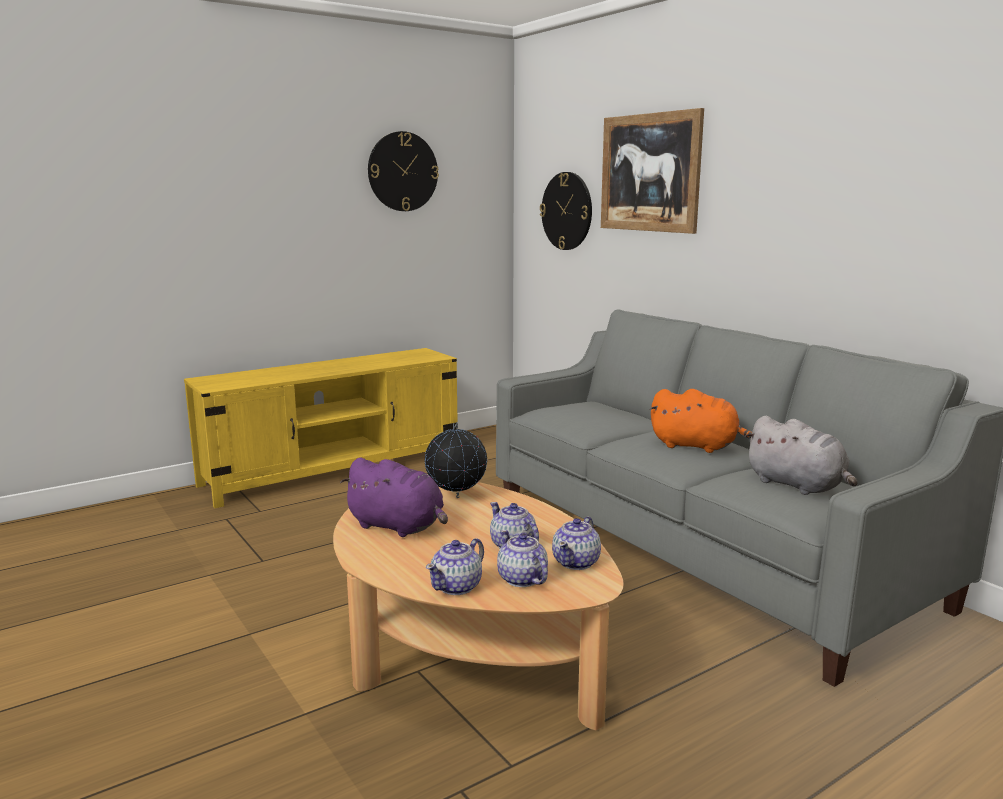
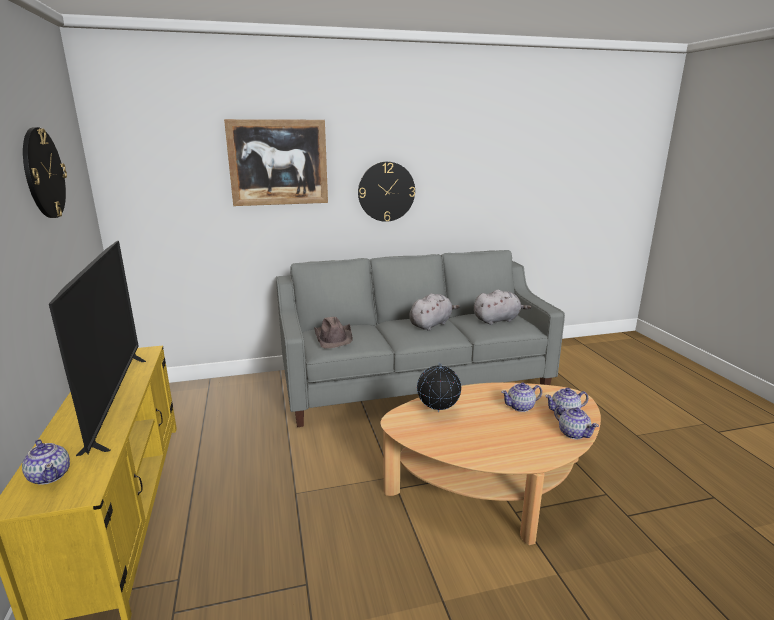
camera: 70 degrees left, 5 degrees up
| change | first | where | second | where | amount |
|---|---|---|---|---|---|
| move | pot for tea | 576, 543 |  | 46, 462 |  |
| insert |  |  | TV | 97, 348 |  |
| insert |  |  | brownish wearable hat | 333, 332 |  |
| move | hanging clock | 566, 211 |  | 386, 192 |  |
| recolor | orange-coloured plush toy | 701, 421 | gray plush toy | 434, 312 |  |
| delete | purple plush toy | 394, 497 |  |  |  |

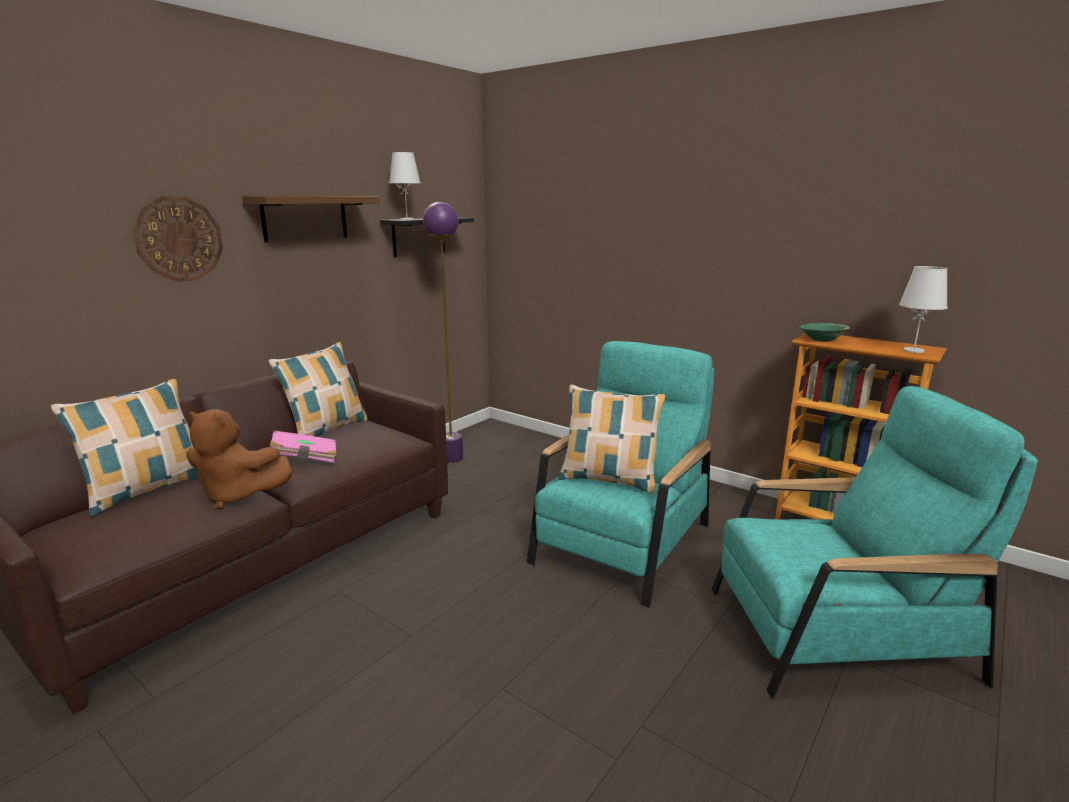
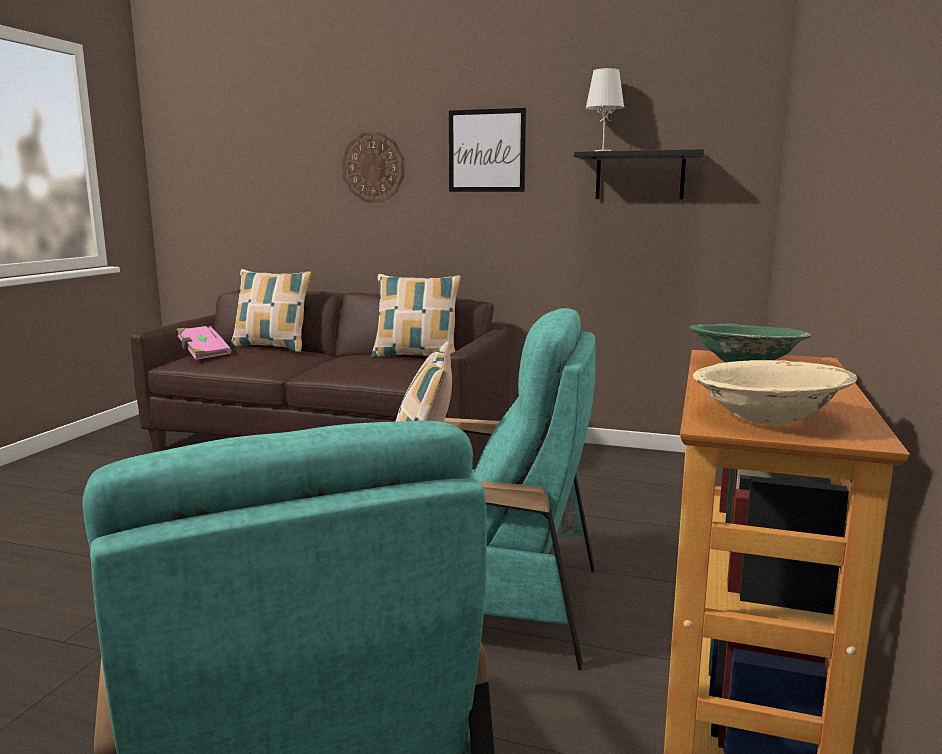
camera: 70 degrees right, 5 degrees down
| change | first | where | second | where | amount |
|---|---|---|---|---|---|
| move | pink-coloured bound book | 303, 446 |  | 204, 343 |  |
| replace | brownish shelf | 311, 219 | wall picture | 487, 150 |  |
| replace | whitish table lamp | 923, 309 | beige deep dish | 775, 392 |  |
| delete | brownish plush toy | 239, 459 |  |  |  |
| delete | purple standing lamp | 443, 332 |  |  |  |

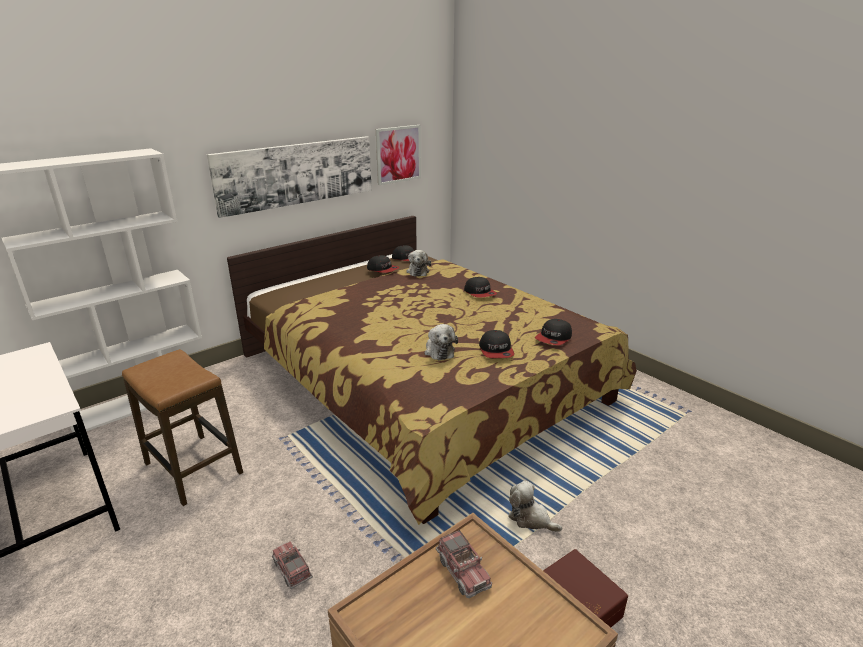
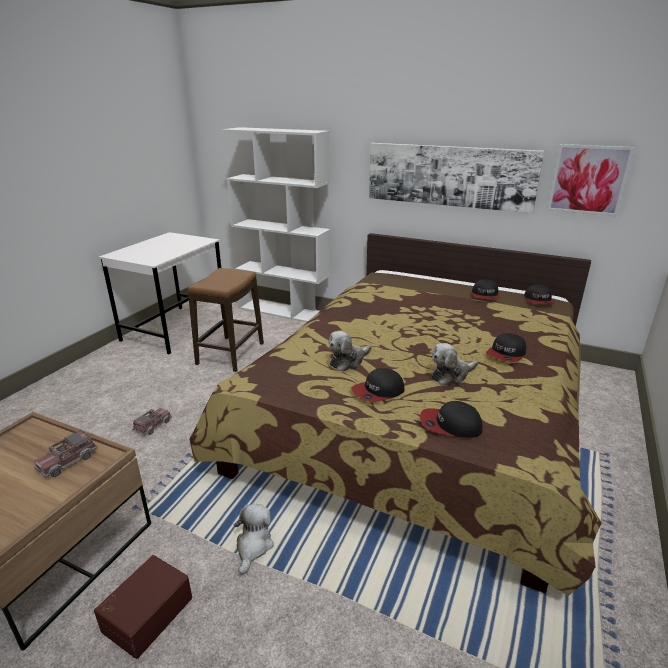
camera: 65 degrees right, 0 degrees up
| change | first | where | second | where | amount |
|---|---|---|---|---|---|
| move | plush toy | 418, 263 |  | 454, 364 |  |

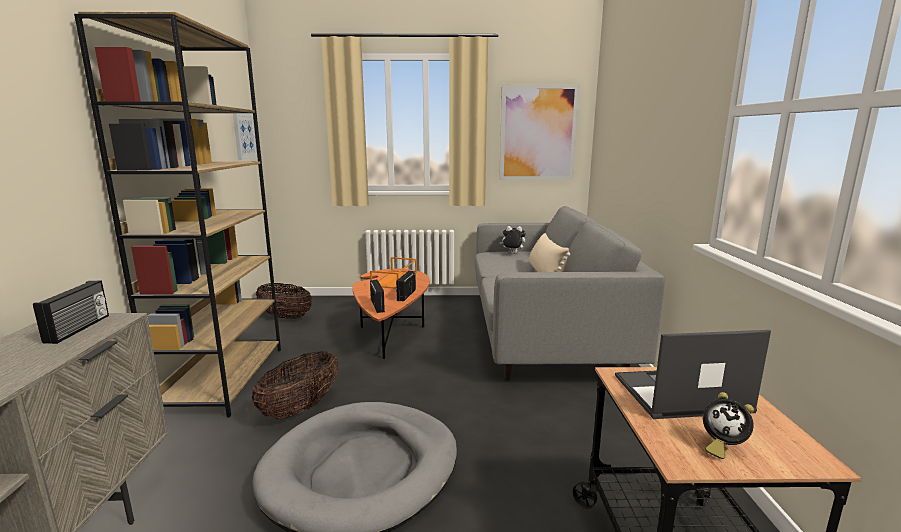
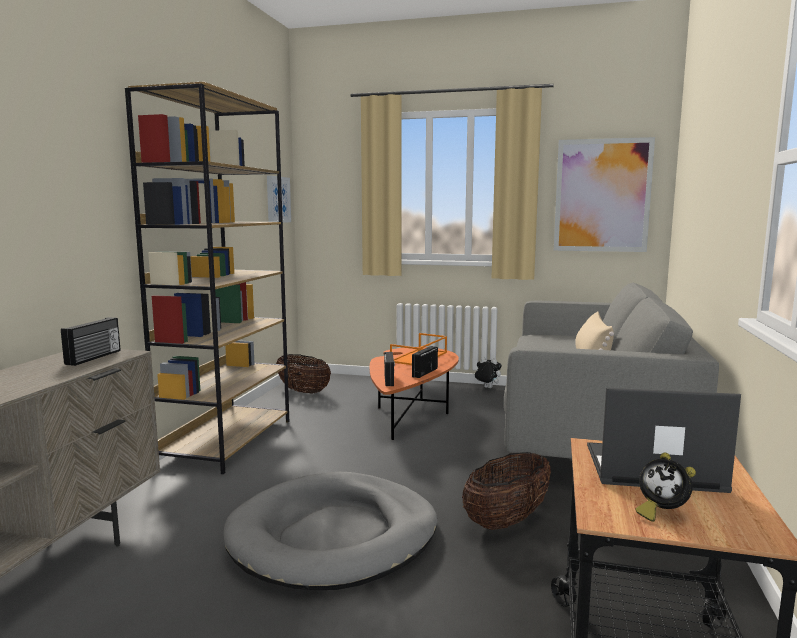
camera: 15 degrees right, 5 degrees down
| change | first | where | second | where | amount |
|---|---|---|---|---|---|
| move | storage basket | 295, 385 |  | 506, 491 |  |
| move | plush toy | 512, 240 |  | 487, 372 |  |

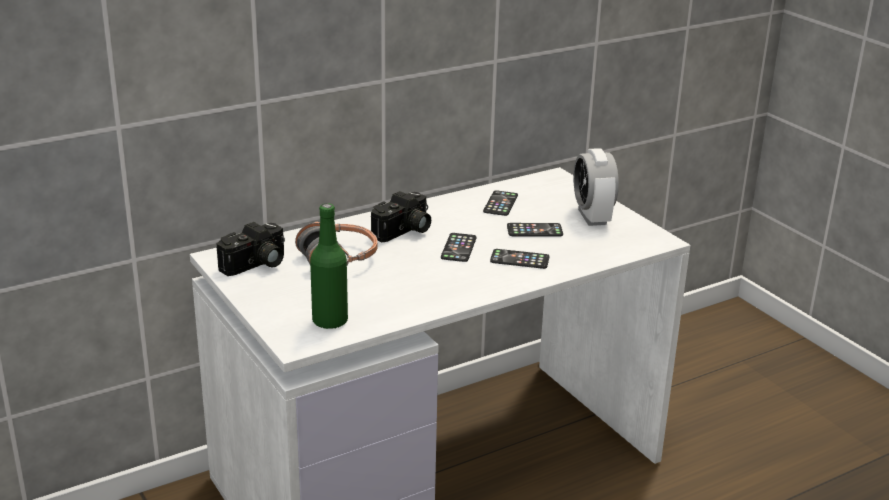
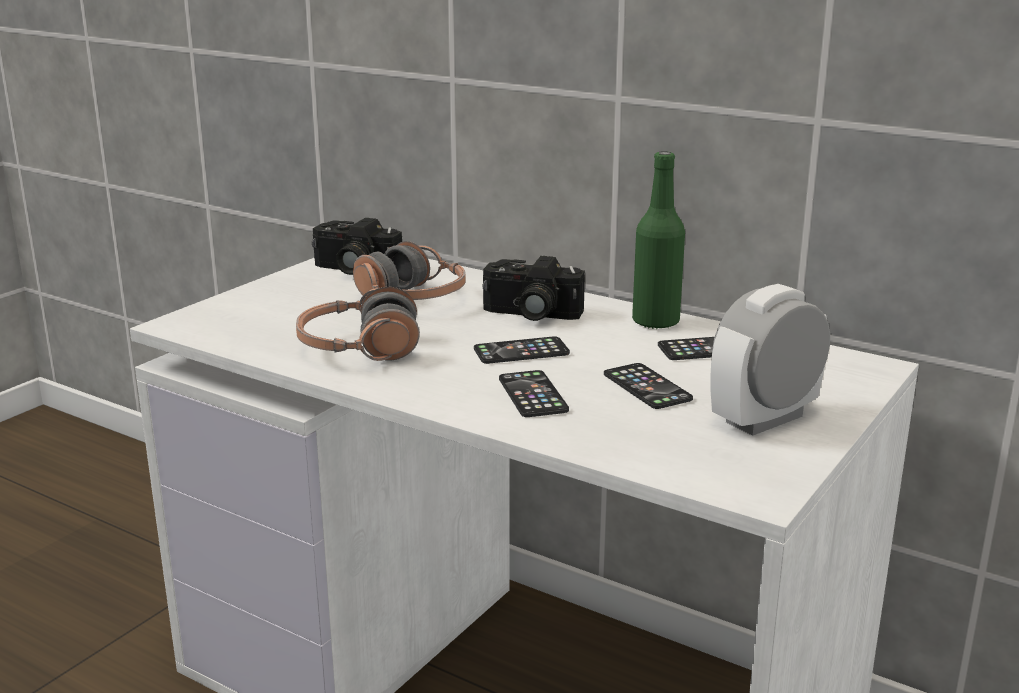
camera: 65 degrees right, 5 degrees down
| change | first | where | second | where | amount |
|---|---|---|---|---|---|
| insert |  |  | pair of headphones | 358, 324 |  |
| move | greenish beverage bottle | 329, 266 |  | 658, 240 |  |

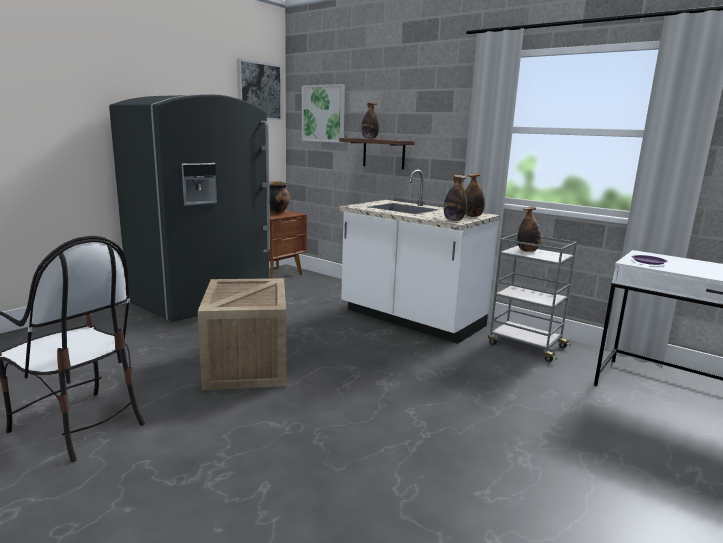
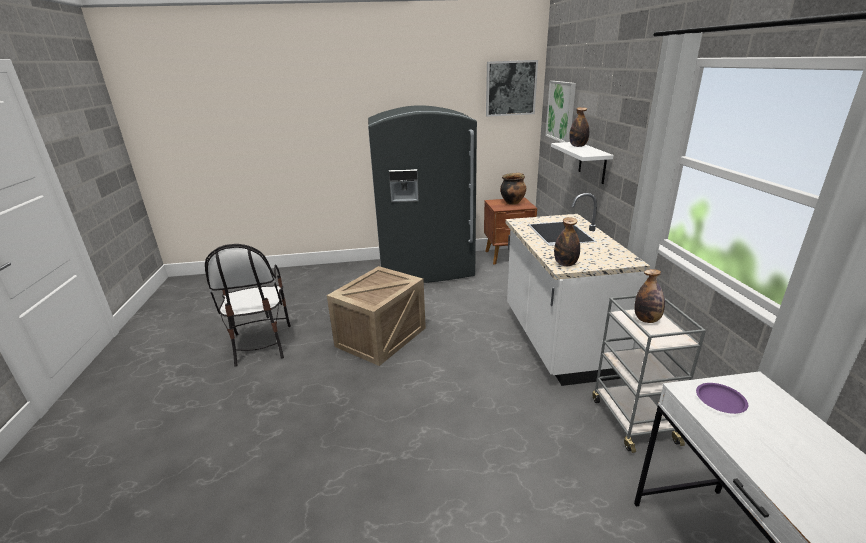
camera: 45 degrees right, 10 degrees up
| change | first | where | second | where | amount |
|---|---|---|---|---|---|
| recolor | brownish shelf | 377, 154 | whitish shelf | 582, 163 |  |
| delete | beverage bottle | 475, 195 |  |  |  |

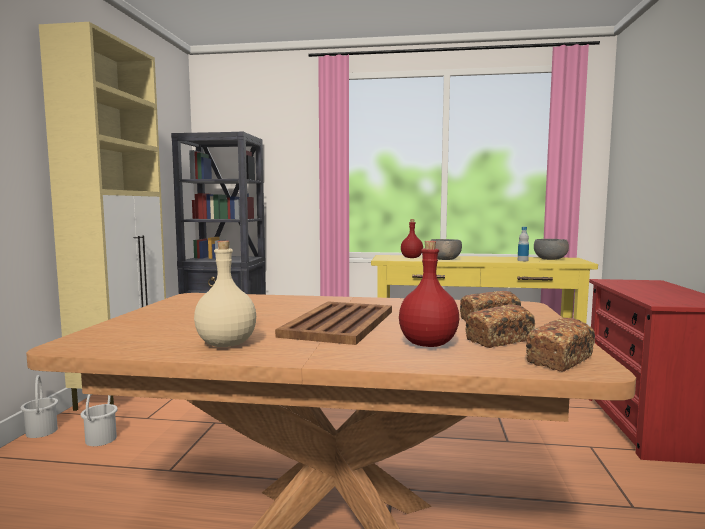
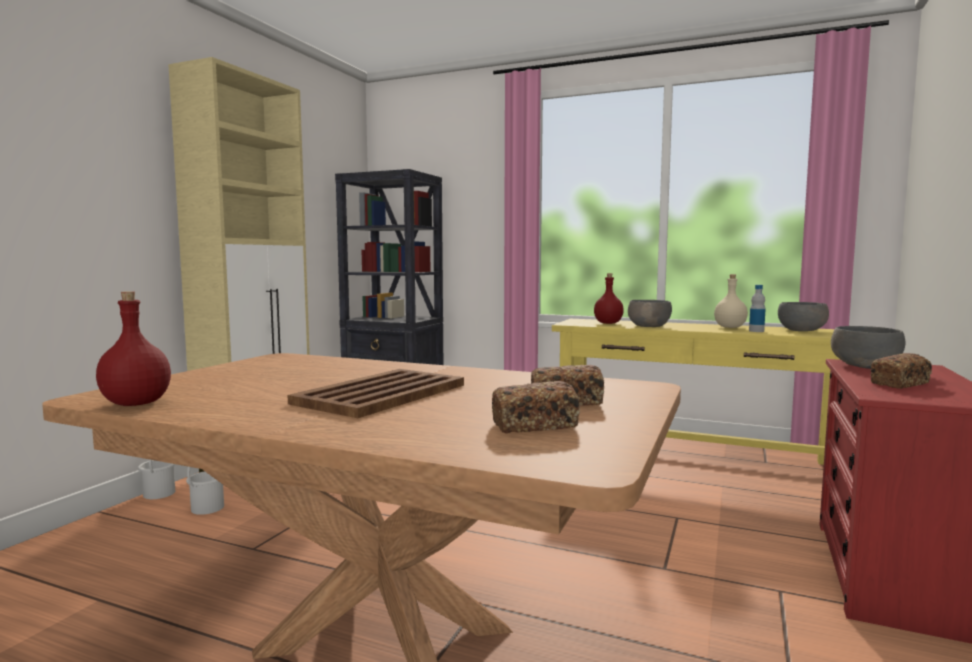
camera: 15 degrees right, 0 degrees up
| change | first | where | second | where | amount |
|---|---|---|---|---|---|
| move | reddish beverage bottle | 429, 294 |  | 133, 348 |  |
| move | beige beverage bottle | 225, 294 |  | 731, 301 |  |
| insert |  |  | gray deep dish | 868, 347 |  |
| move | bakery bread | 560, 345 |  | 901, 371 |  |

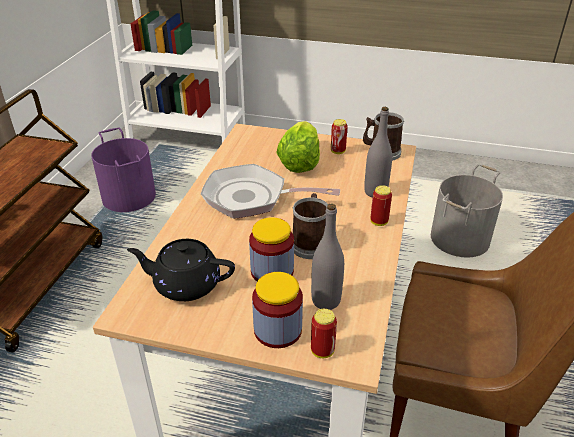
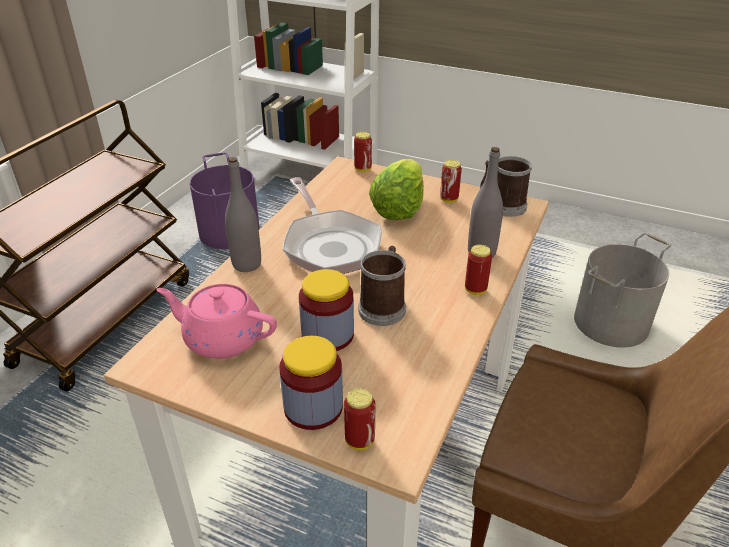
camera: 10 degrees right, 0 degrees up
| change | first | where | second | where | amount |
|---|---|---|---|---|---|
| recolor | black-coloured pot for tea | 181, 270 | pink-coloured pot for tea | 216, 321 |  |
| move | gray beverage bottle | 327, 257 |  | 243, 214 |  |
| rotate | frying pan | 270, 191 |  | 332, 225 | 135 degrees counterclockwise |
| insert |  |  | metal can | 363, 152 |  |

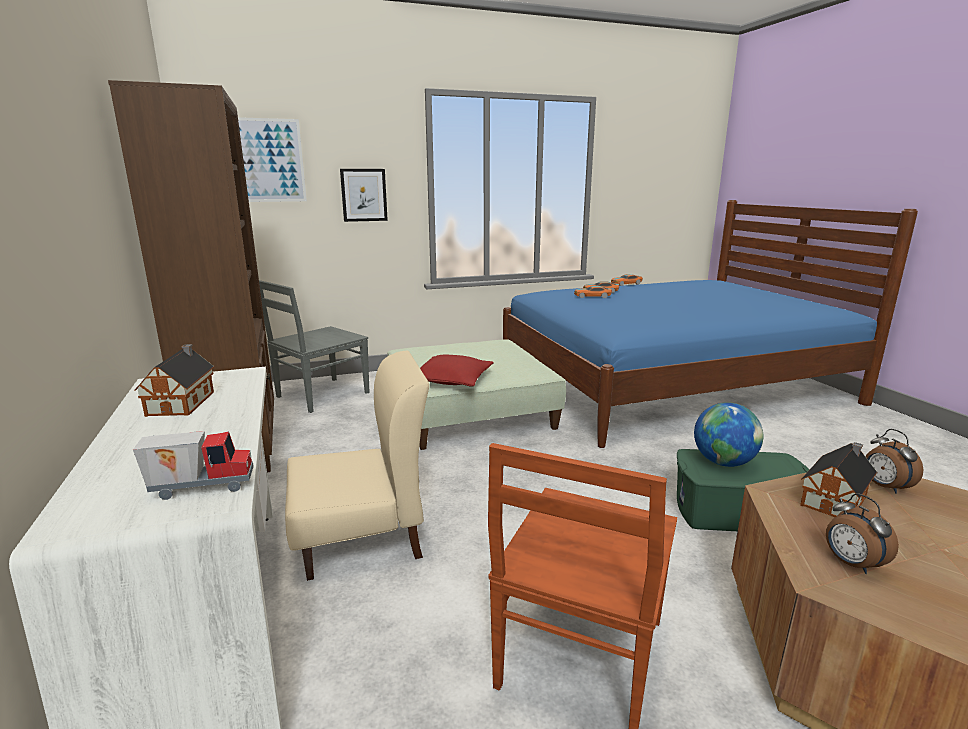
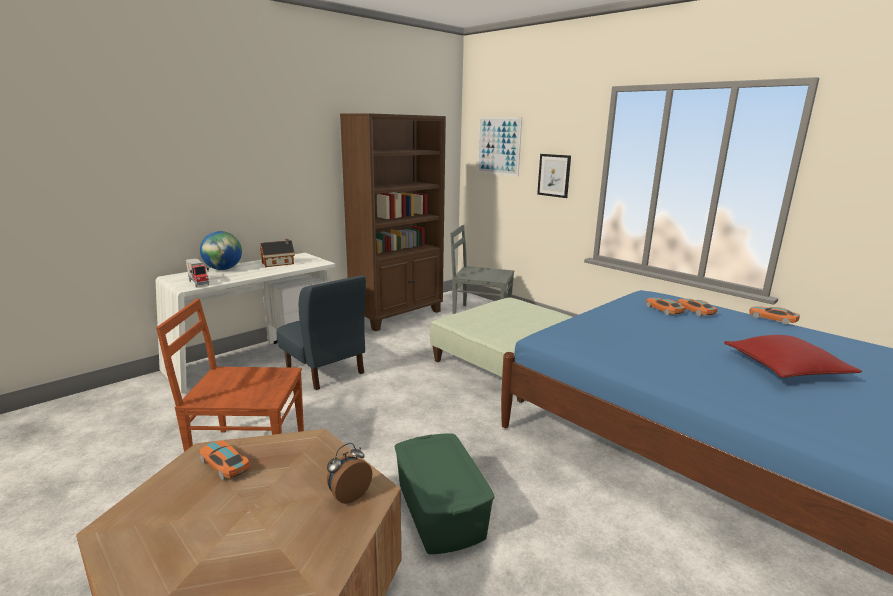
camera: 65 degrees right, 0 degrees up
| change | first | where | second | where | amount |
|---|---|---|---|---|---|
| move | desk globe | 728, 434 |  | 221, 250 |  |
| replace | alarm clock | 862, 533 | toy car | 225, 460 |  |
| recolor | beige chair | 357, 466 | blue chair | 321, 332 |  |
| move | reddish pillow | 457, 370 |  | 793, 356 |  |
| delete | miniature house | 838, 479 |  |  |  |

